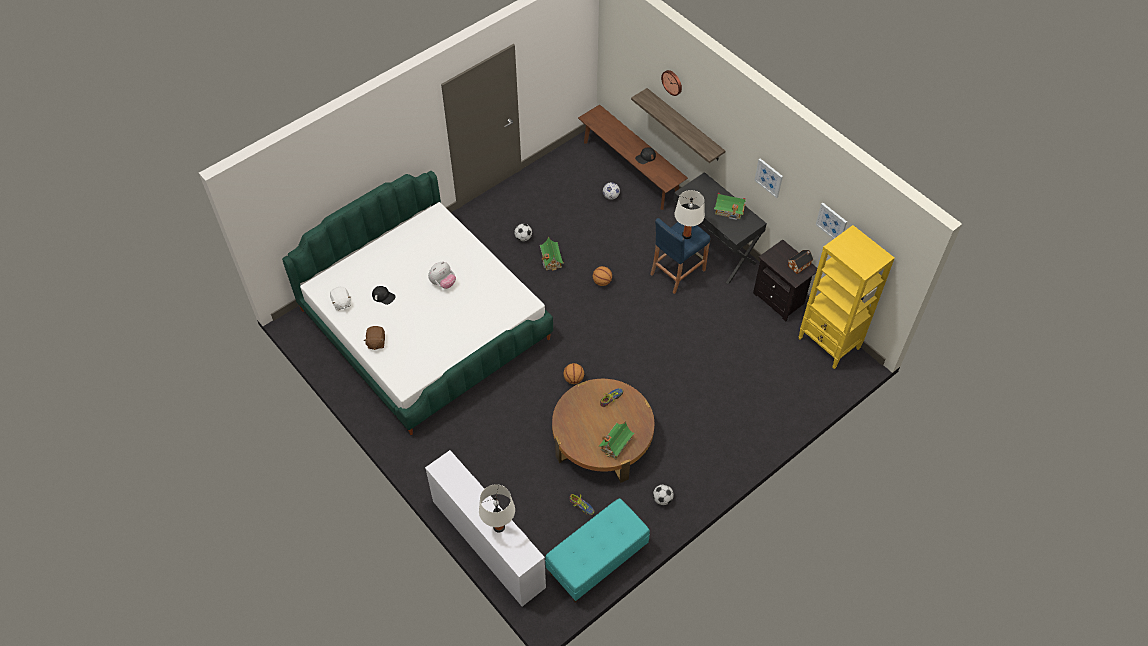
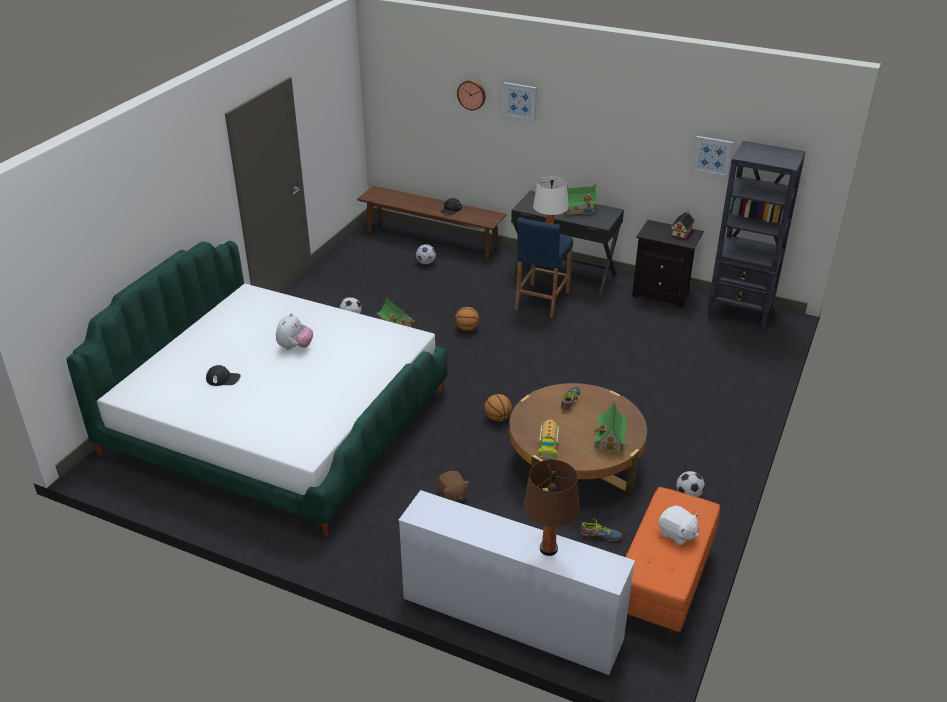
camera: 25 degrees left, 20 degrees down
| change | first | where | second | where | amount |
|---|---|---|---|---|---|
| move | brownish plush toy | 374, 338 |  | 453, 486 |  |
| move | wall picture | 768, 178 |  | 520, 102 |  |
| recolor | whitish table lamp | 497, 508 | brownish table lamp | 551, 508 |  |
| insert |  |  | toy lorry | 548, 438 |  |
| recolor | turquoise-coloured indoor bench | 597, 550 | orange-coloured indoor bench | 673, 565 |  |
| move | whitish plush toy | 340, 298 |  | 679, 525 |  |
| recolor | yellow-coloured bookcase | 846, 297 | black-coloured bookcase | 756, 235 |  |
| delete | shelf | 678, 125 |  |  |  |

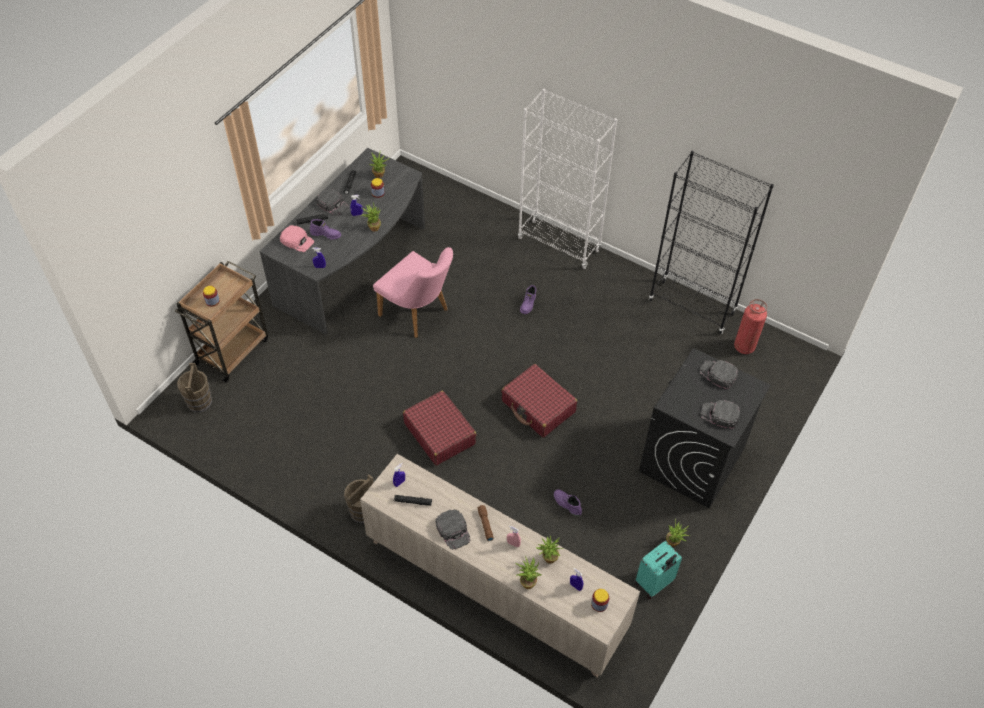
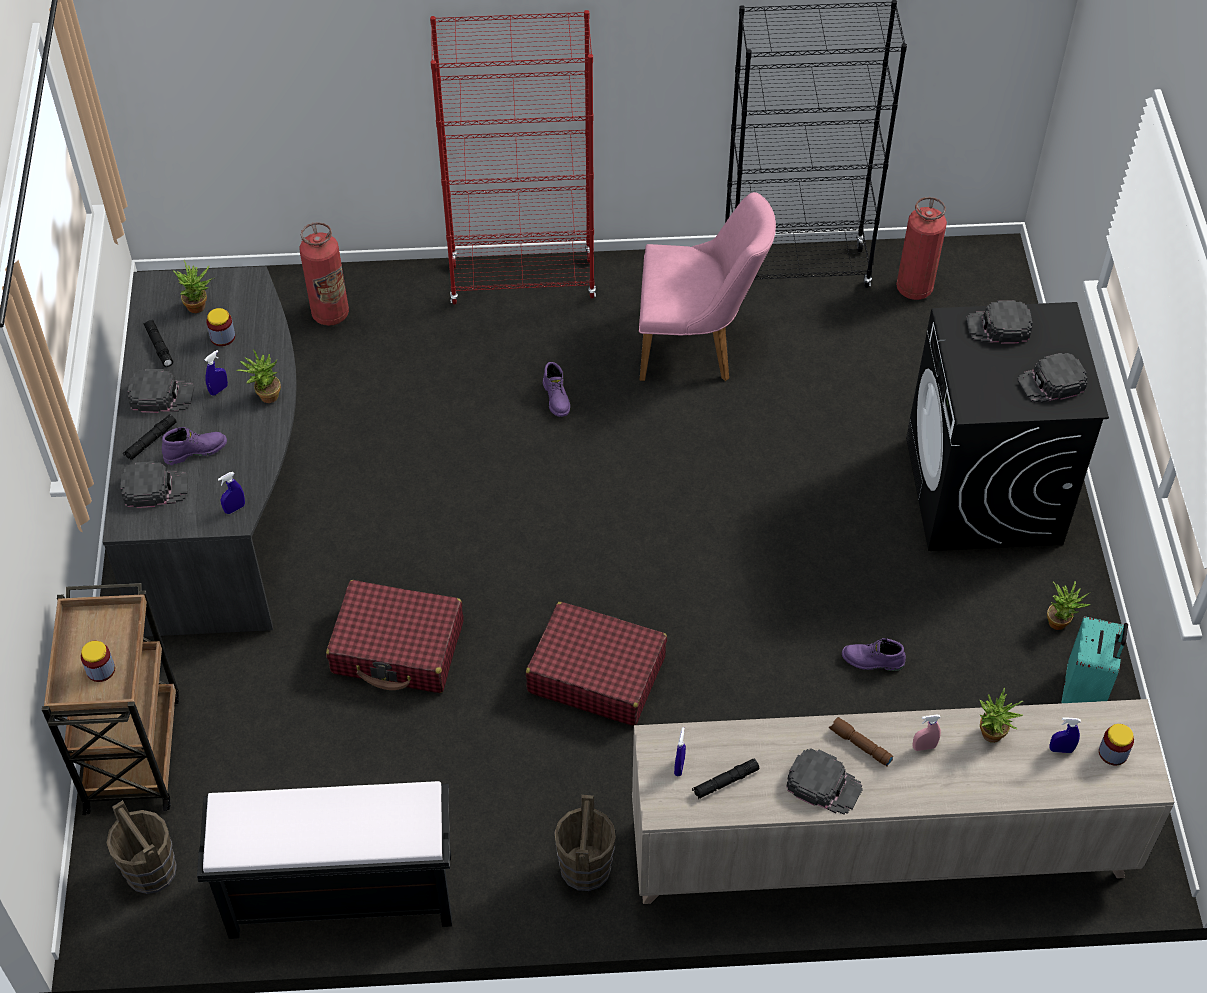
camera: 35 degrees left, 0 degrees up
| change | first | where | second | where | amount |
|---|---|---|---|---|---|
| recolor | pink-coloured peaked cap | 297, 238 | black-coloured peaked cap | 154, 484 |  |
| insert |  |  | black-coloured indoor bench | 324, 860 |  |
| insert |  |  | fire extinguisher | 324, 274 |  |
| move | reddish suitcase | 539, 400 |  | 394, 636 |  |
| recolor | whitish bookcase | 567, 179 | reddish bookcase | 513, 157 |  |
| move | pink-coloured chair | 413, 292 |  | 707, 286 |  |
| delete | plant in a pot | 528, 572 |  |  |  |

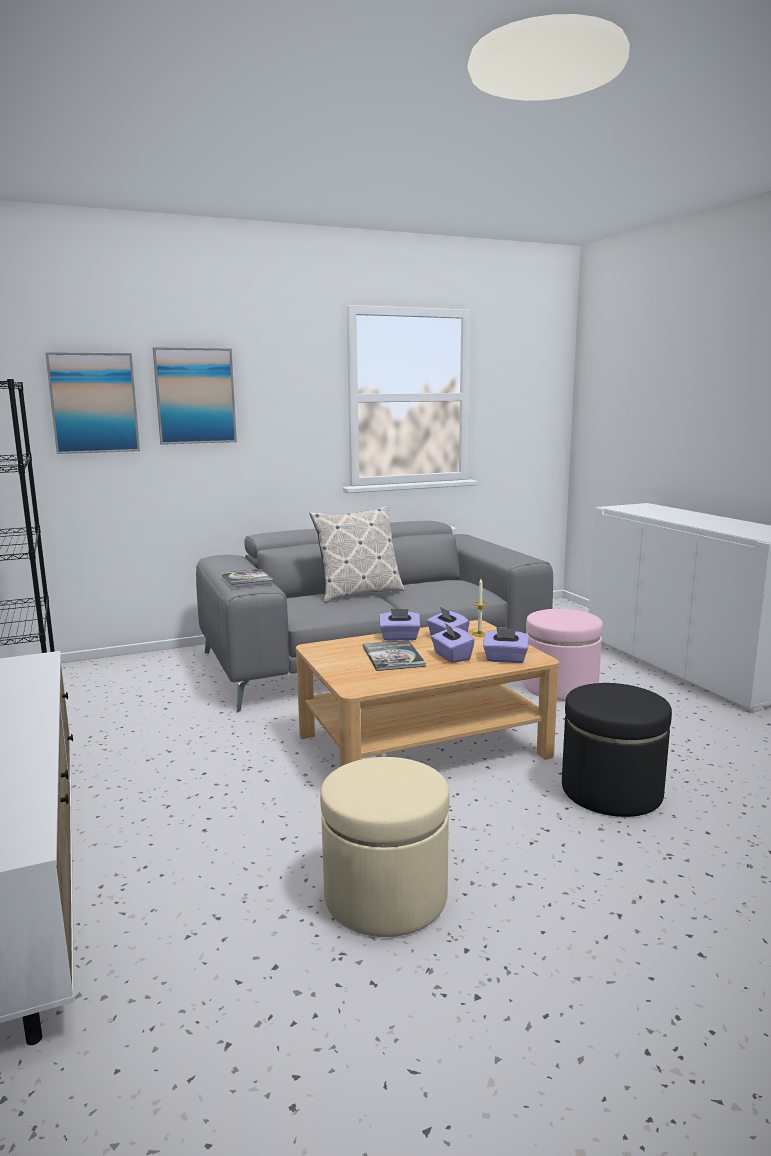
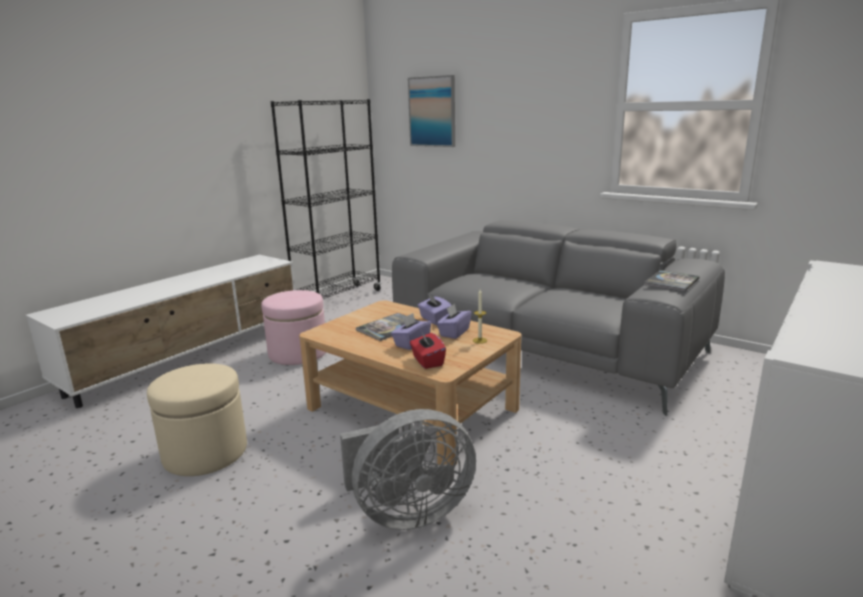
camera: 60 degrees right, 5 degrees up
| change | first | where | second | where | amount |
|---|---|---|---|---|---|
| move | pink-coloured pouffe | 563, 655 |  | 293, 327 |  |
| replace | black-coloured pouffe | 617, 750 | gray cooling fan | 408, 469 |  |
| recolor | purple tissue box | 506, 645 | reddish tissue box | 428, 350 |  |
| move | bound book | 247, 578 |  | 672, 281 |  |
| delete | wall picture | 195, 396 |  |  |  |
| delete | pillow | 356, 554 |  |  |  |

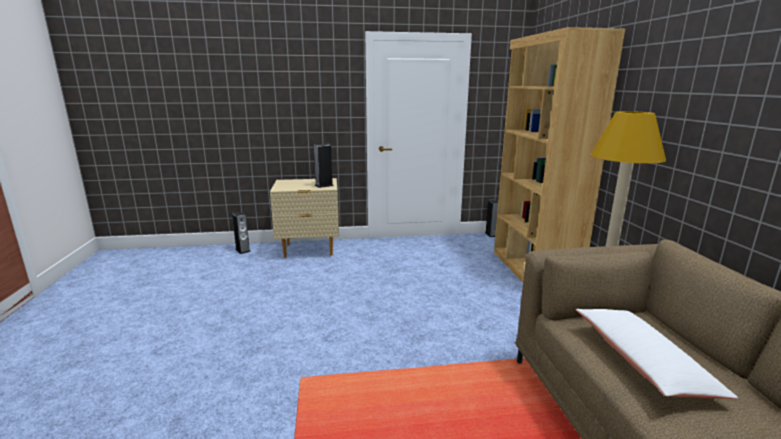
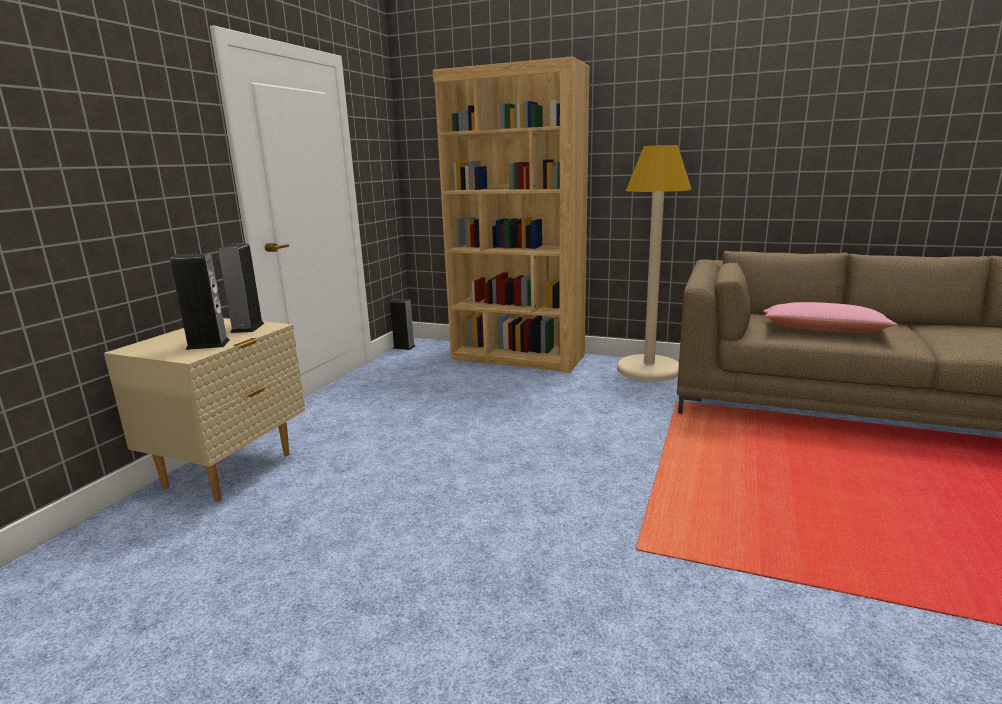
camera: 60 degrees left, 0 degrees up
| change | first | where | second | where | amount |
|---|---|---|---|---|---|
| move | speaker | 241, 233 |  | 200, 301 |  |
| recolor | whitish pillow | 657, 354 | pink-coloured pillow | 830, 317 |  |

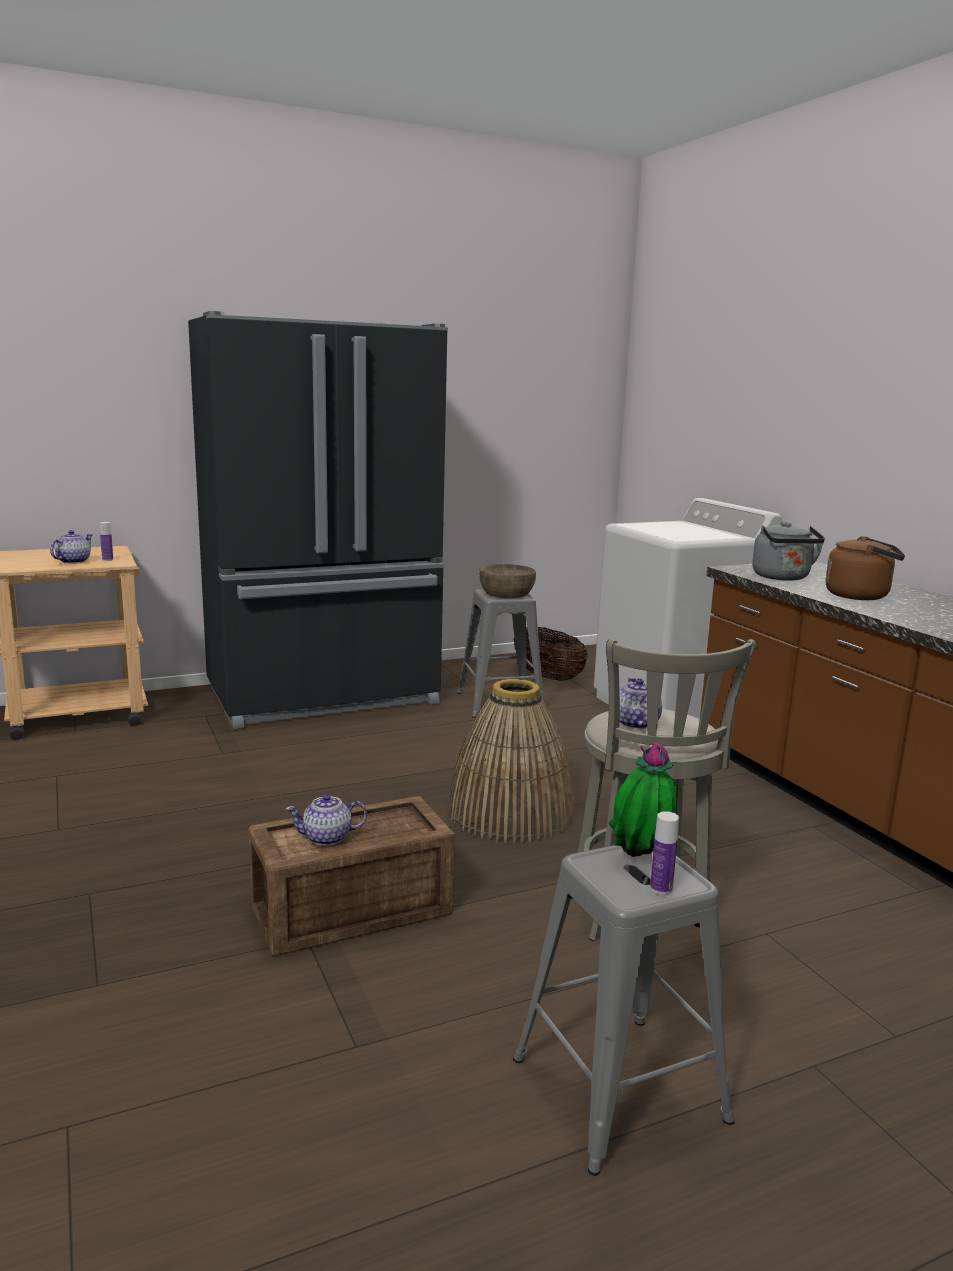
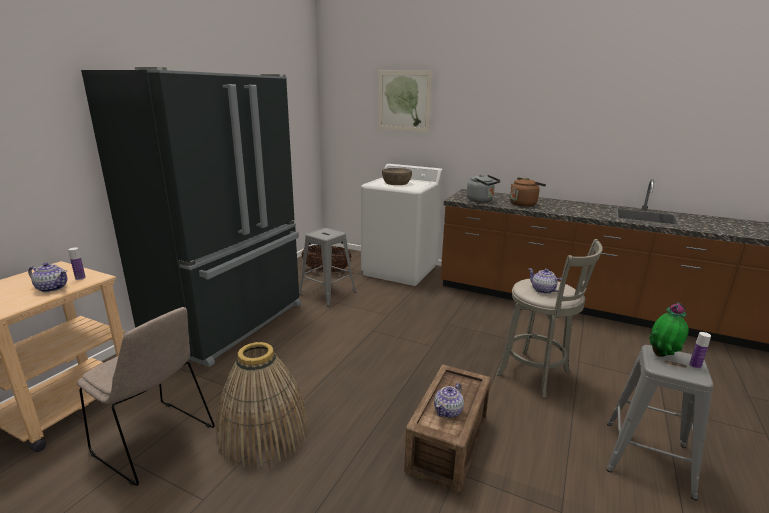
camera: 40 degrees left, 5 degrees up
| change | first | where | second | where | amount |
|---|---|---|---|---|---|
| rotate | pot for tea | 71, 547 |  | 47, 277 | 120 degrees clockwise |
| insert |  |  | beige chair | 146, 396 |  |
| move | storage basket | 511, 761 |  | 262, 405 |  |
| insert |  |  | wall picture | 405, 101 |  |
| move | brownish deep dish | 507, 581 |  | 397, 176 |  |

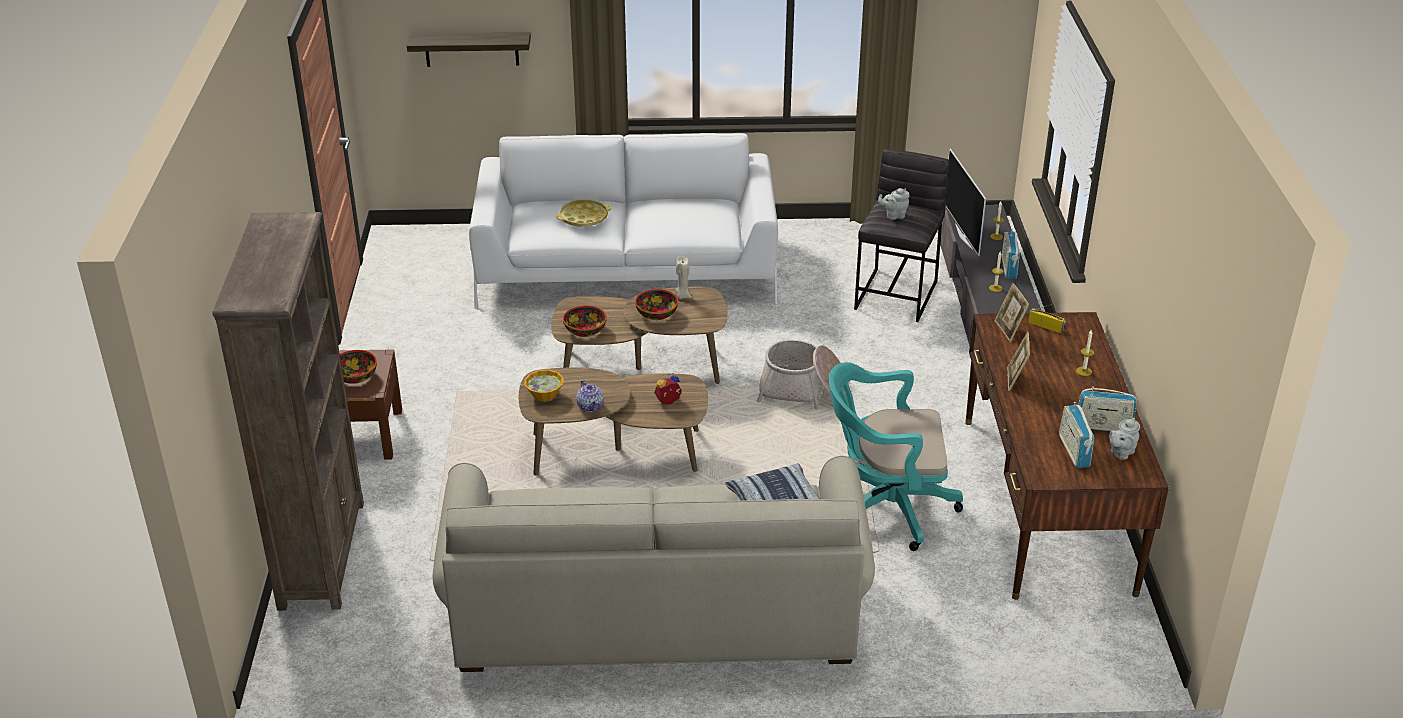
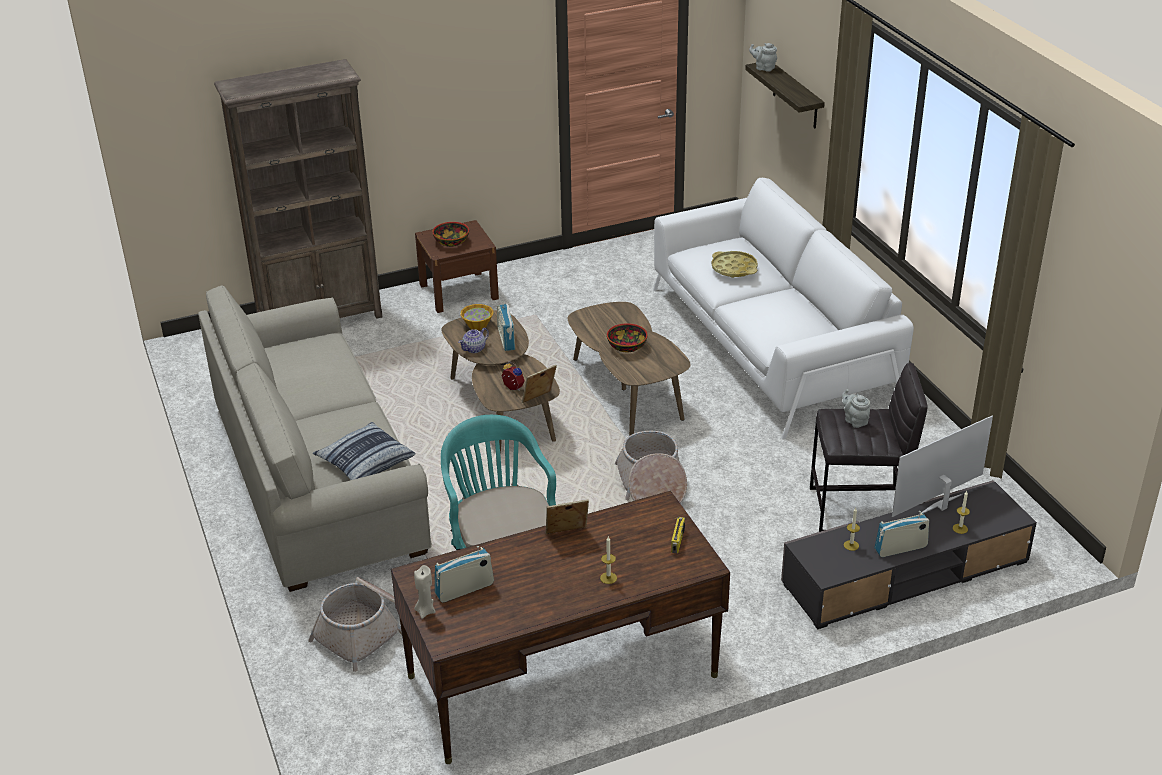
camera: 70 degrees right, 0 degrees up
| change | first | where | second | where | amount |
|---|---|---|---|---|---|
| insert |  |  | storage basket | 355, 624 |  |
| move | beige wax light | 683, 277 |  | 425, 592 |  |
| move | radio set | 1107, 409 |  | 506, 326 |  |
| move | picture frame | 1012, 312 |  | 539, 384 |  |
| move | gray pot for tea | 1124, 439 |  | 763, 57 |  |
| delete | deep dish | 585, 321 |  |  |  |

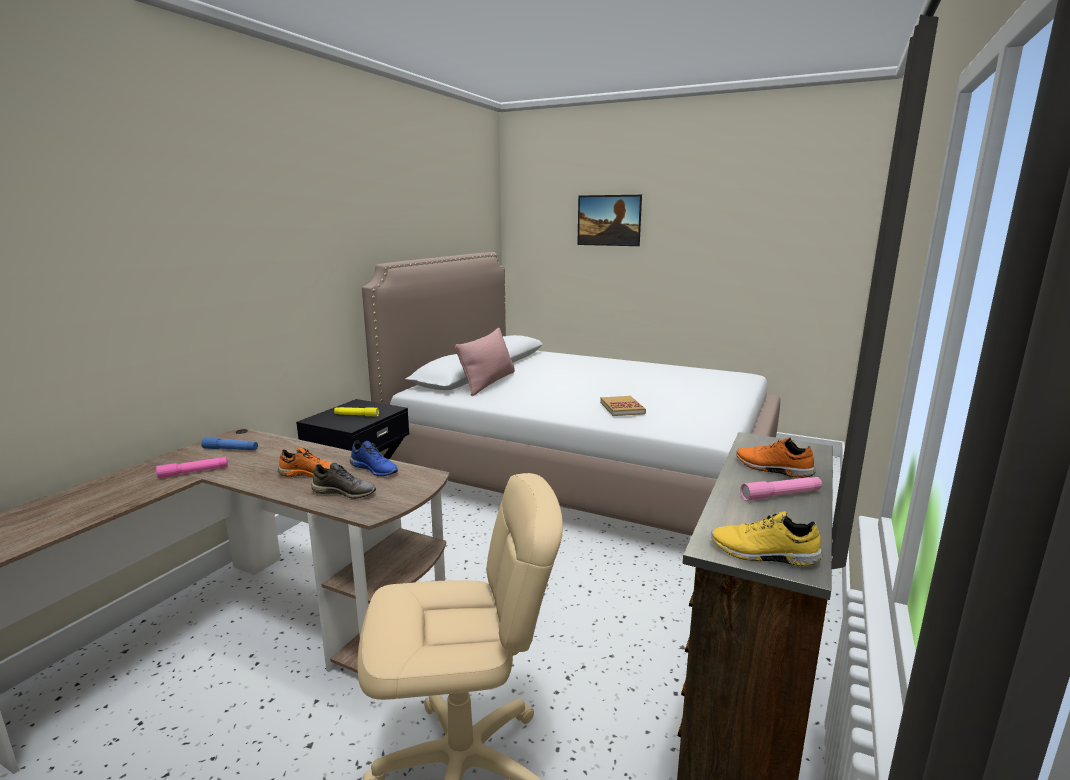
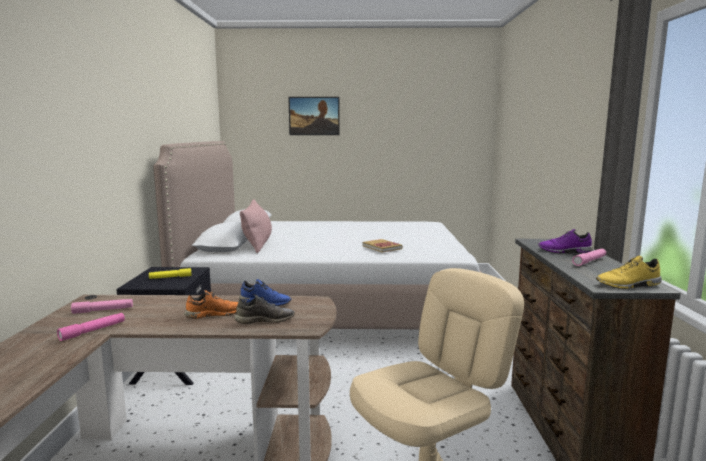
camera: 25 degrees left, 5 degrees down
| change | first | where | second | where | amount |
|---|---|---|---|---|---|
| recolor | blue flashlight | 229, 443 | pink-coloured flashlight | 102, 306 |  |
| recolor | orange-coloured low shoe | 776, 457 | purple low shoe | 565, 241 |  |

